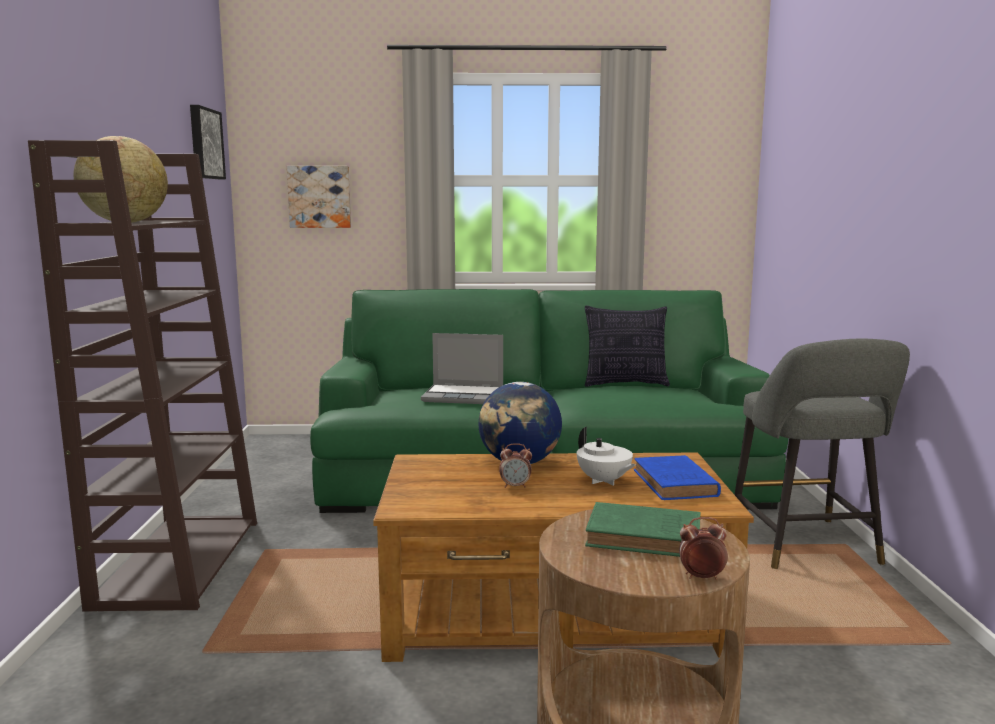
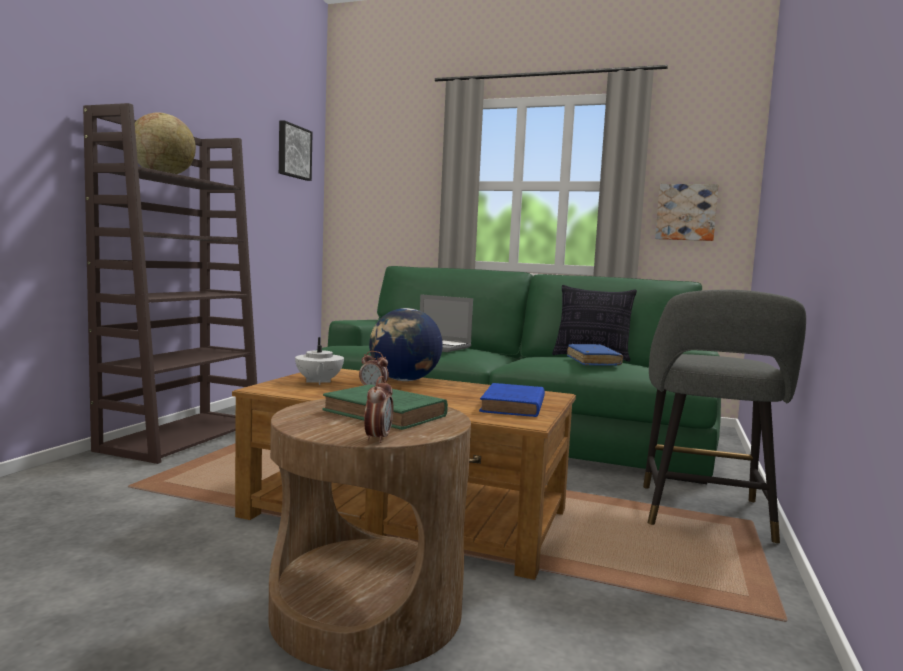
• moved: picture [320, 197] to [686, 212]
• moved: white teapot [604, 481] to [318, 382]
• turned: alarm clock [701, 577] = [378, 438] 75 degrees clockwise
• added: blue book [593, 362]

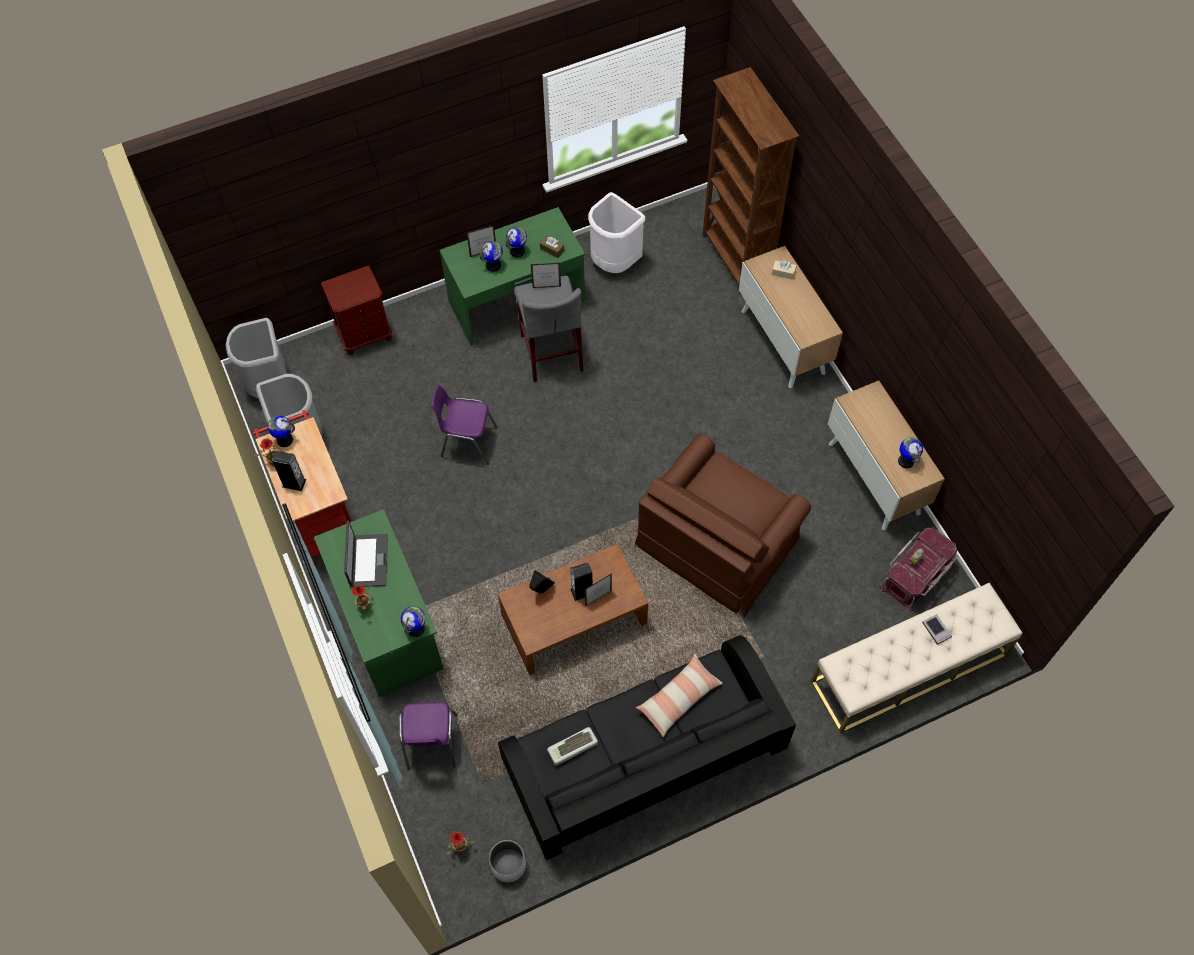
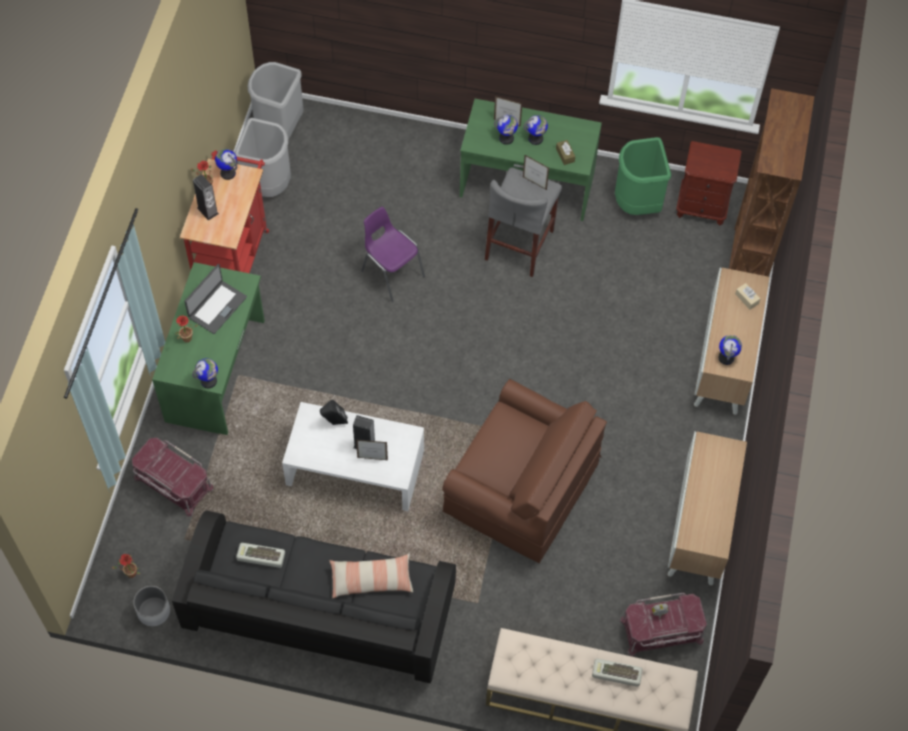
• recoloured: white trash can [614, 263] to green trash can [637, 203]
• moved: brown nightstand [365, 335] to [702, 207]
• turned: brown armchair [717, 541] = [521, 487] 135 degrees counterclockwise
• moved: globe [906, 461] to [726, 357]
• recoloured: brown coffee table [574, 620] to white coffee table [355, 468]
• replaced: book [936, 630] to keyboard [616, 674]
• replaced: purple chair [431, 743] to red storage box [172, 483]

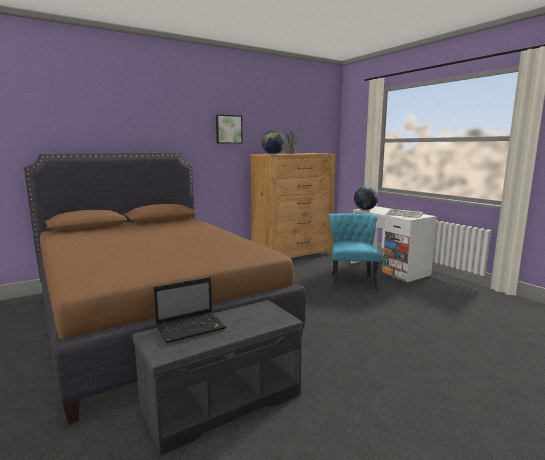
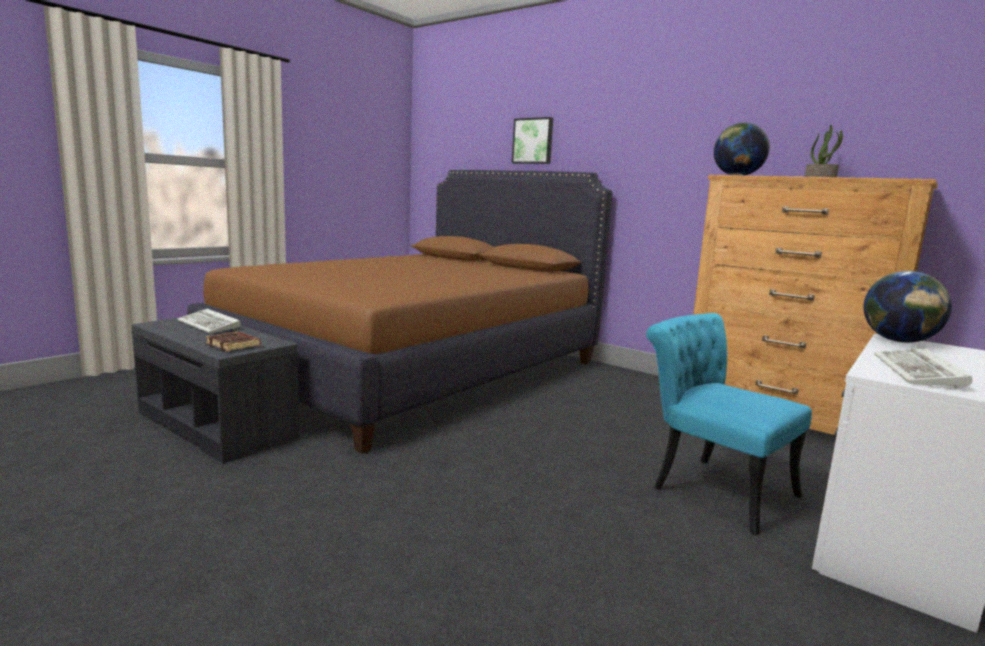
• moved: picture [228, 129] to [533, 141]
• turned: turquoise chair [352, 280] = [711, 487] 120 degrees counterclockwise
• replaced: laptop [192, 328] to keyboard [210, 325]
• added: brown book [234, 345]

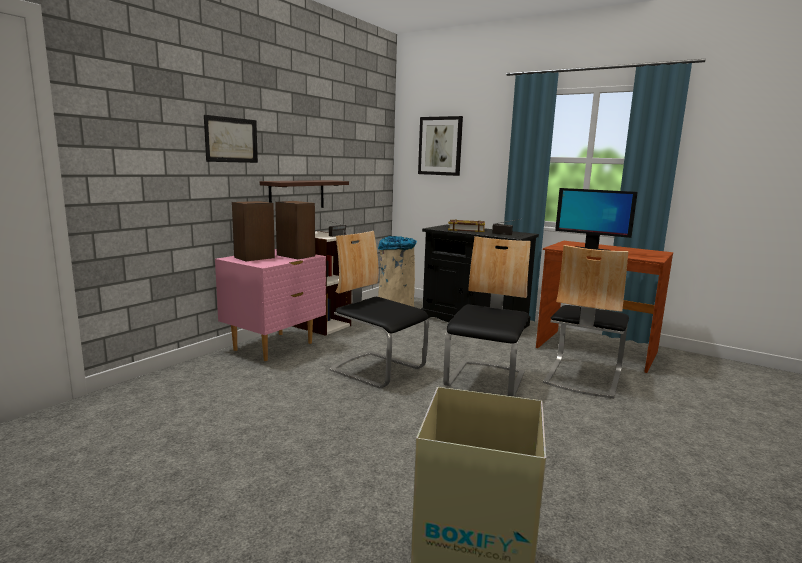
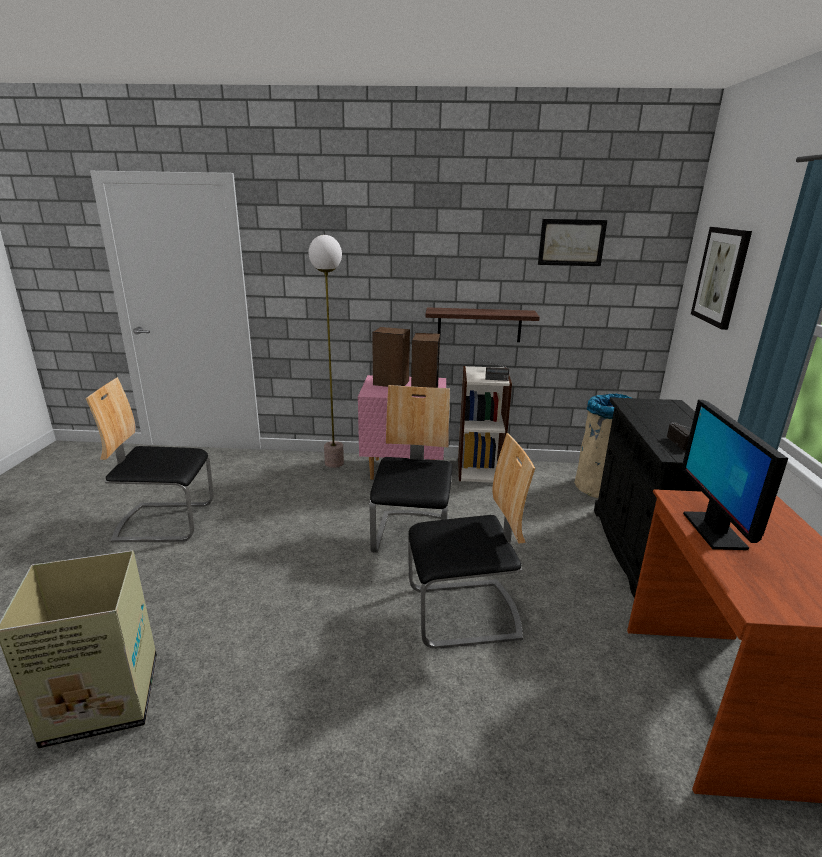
• moved: picture [231, 140] to [571, 242]
• removed: book [466, 229]
• moved: chair [582, 377] to [165, 521]
• added: floor lamp [334, 463]

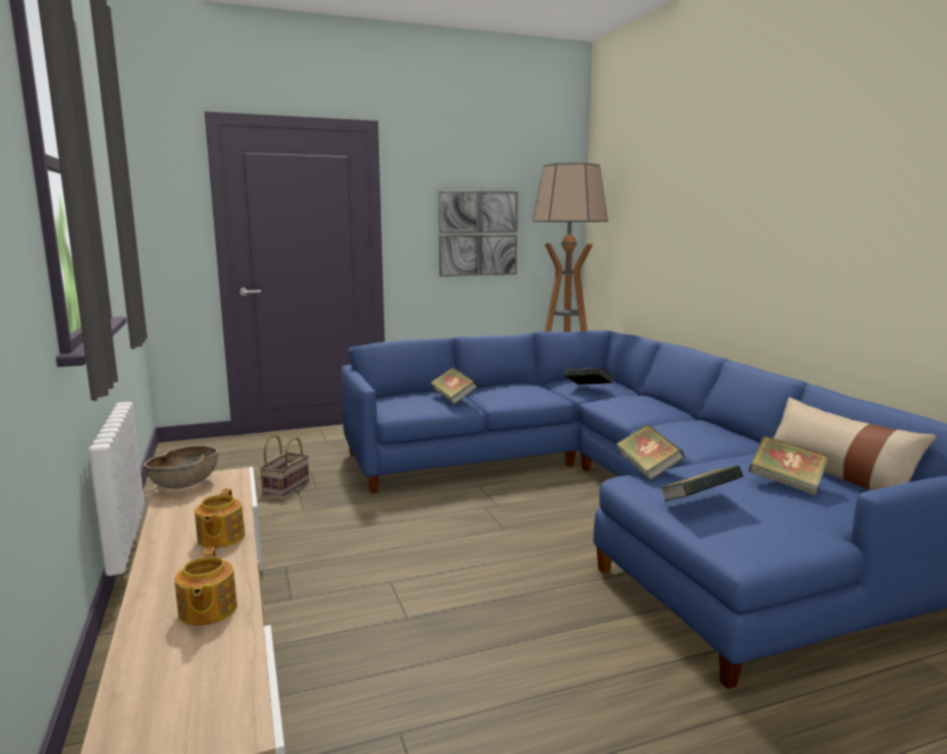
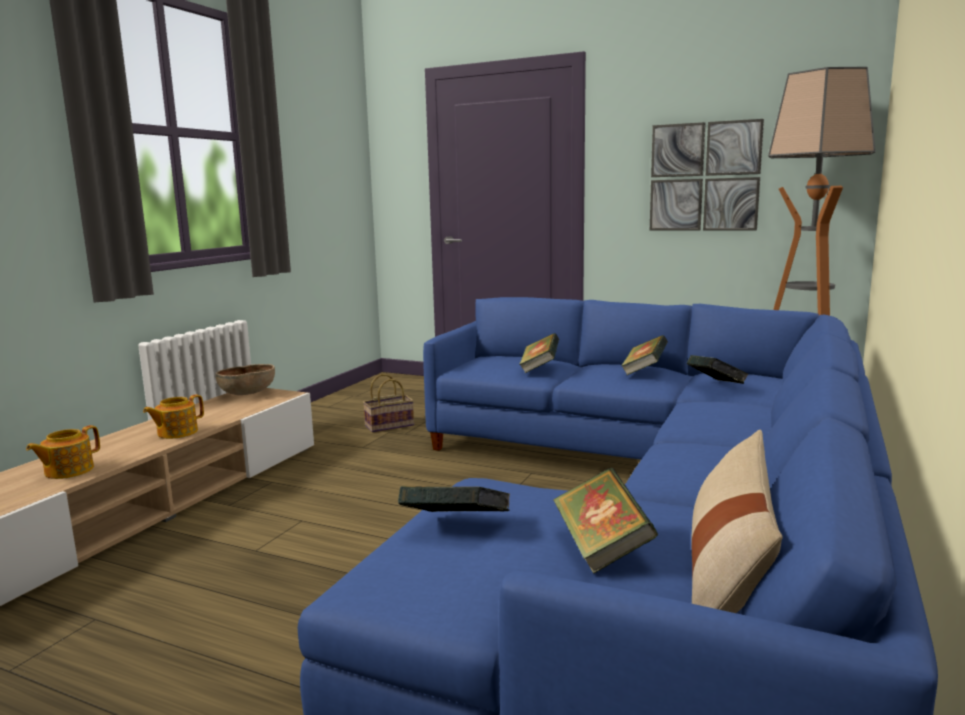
• moved: book [647, 469] to [644, 371]

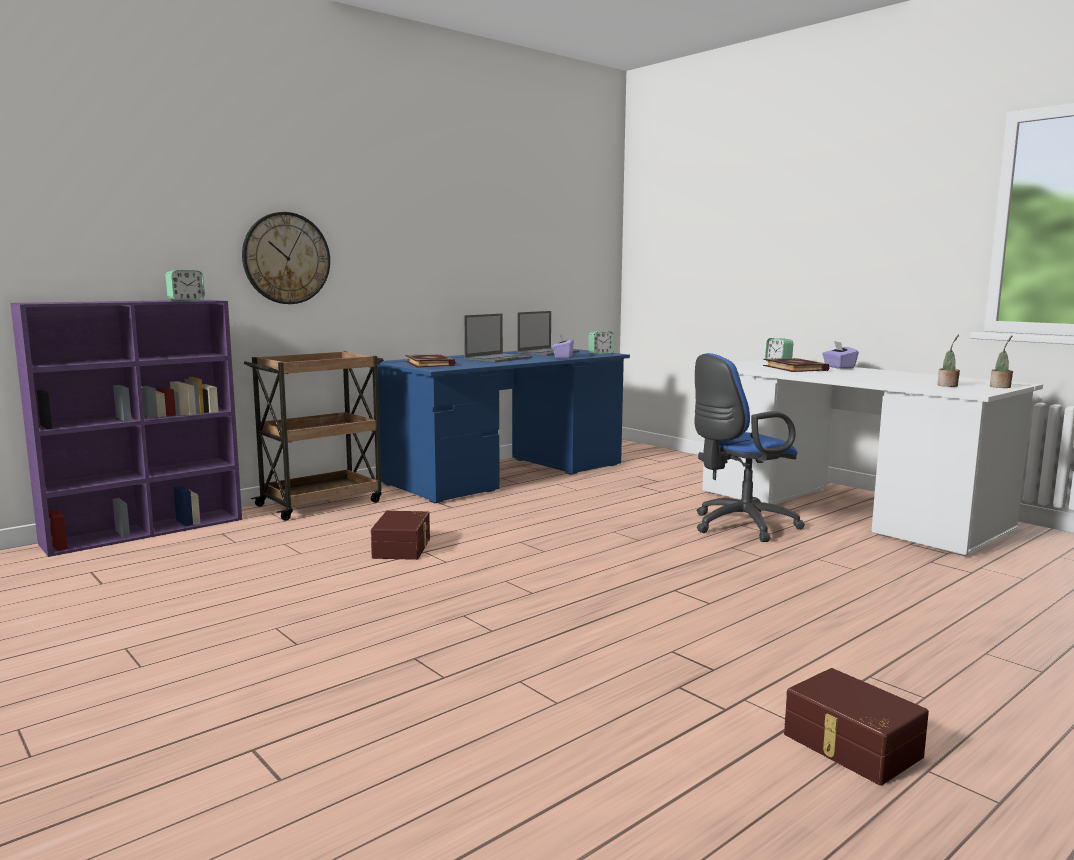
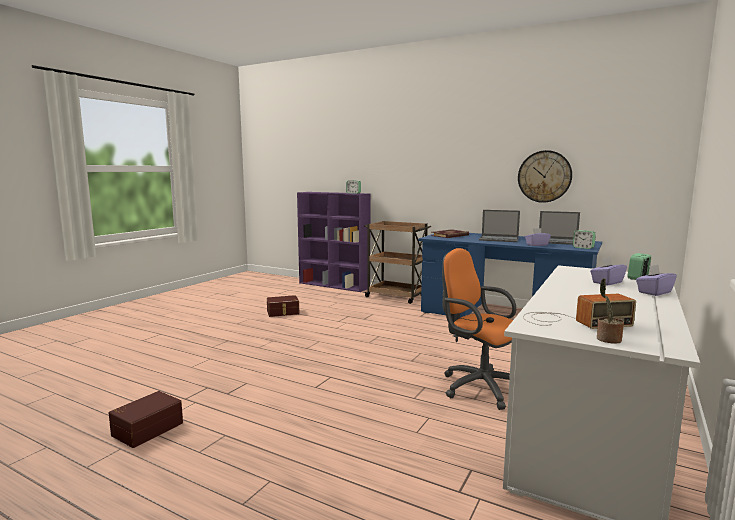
• moved: wall clock [286, 258] to [544, 176]
• replaced: potted plant [948, 385] to radio [570, 321]
• recoloured: blue office chair [739, 526] to orange office chair [478, 387]
• replaced: book [796, 368] to purple tissue box [606, 282]
• moved: brown storage box [403, 548] to [283, 312]

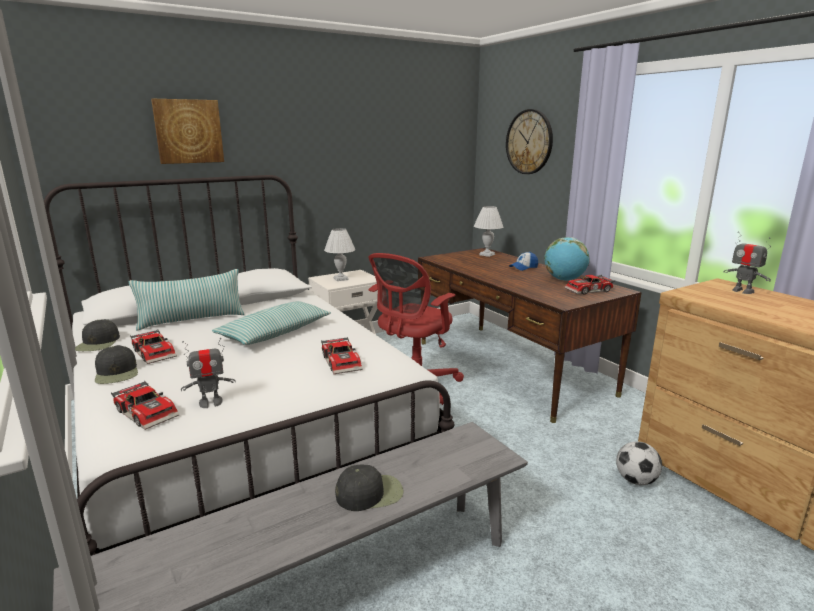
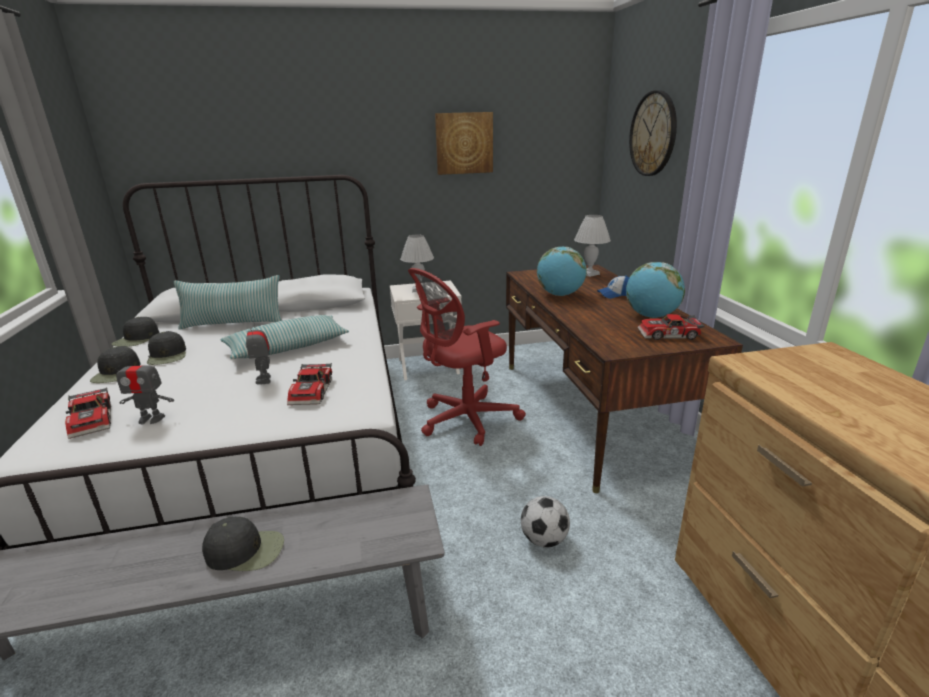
• moved: picture [188, 131] to [464, 143]
• moved: toy robot [742, 291] to [264, 379]
• replaced: toy car [156, 353] to black cap [168, 355]
• moved: football [635, 480] to [544, 540]
• added: globe [560, 295]

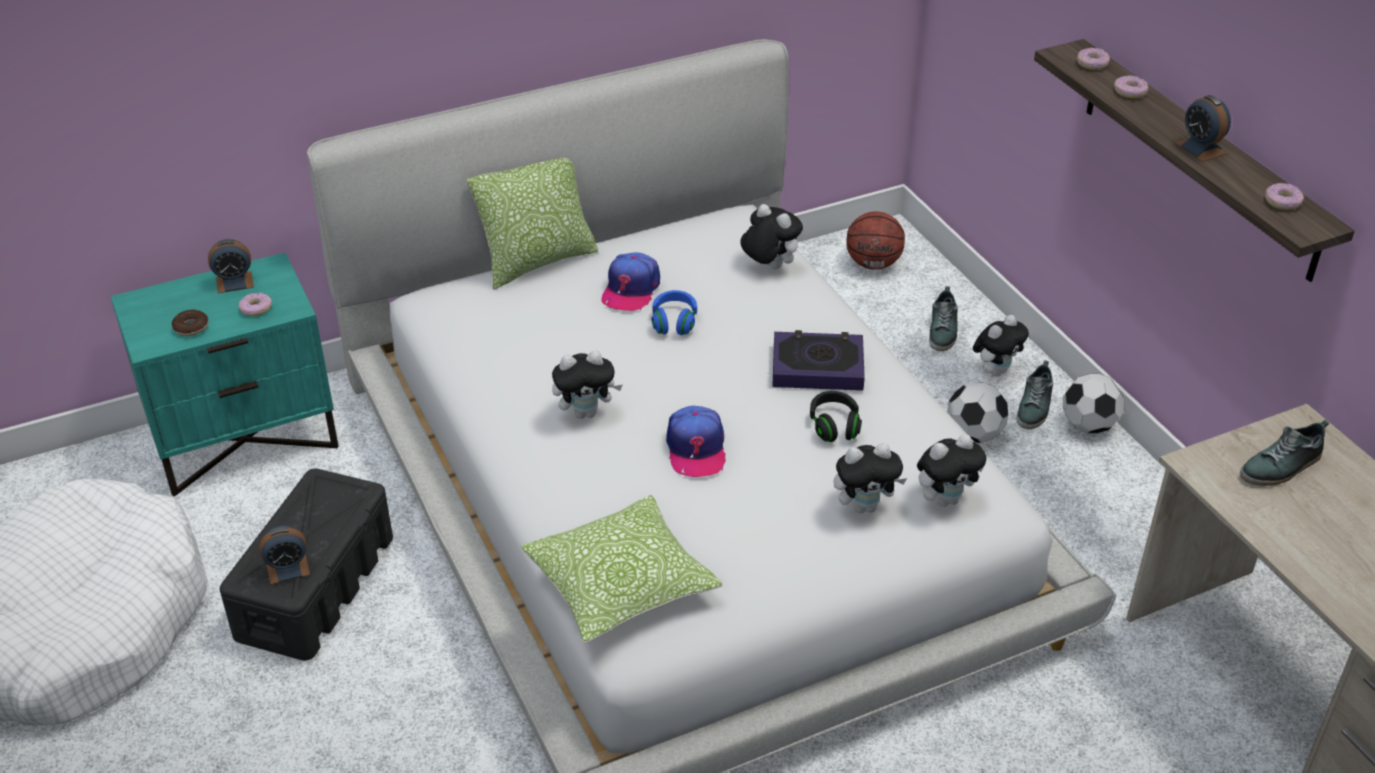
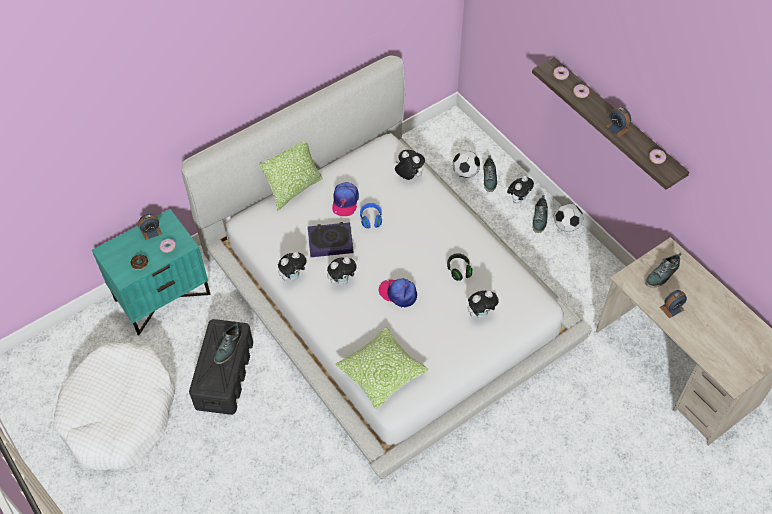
• removed: basketball [873, 264]
• moved: book [817, 367] to [330, 242]
• moved: football [974, 435] to [465, 173]
• turned: cap [696, 449] = [398, 293] 135 degrees clockwise
• moved: plush toy [945, 499] to [293, 275]
• moved: alarm clock [288, 569] to [671, 308]
• added: shoe [229, 347]

